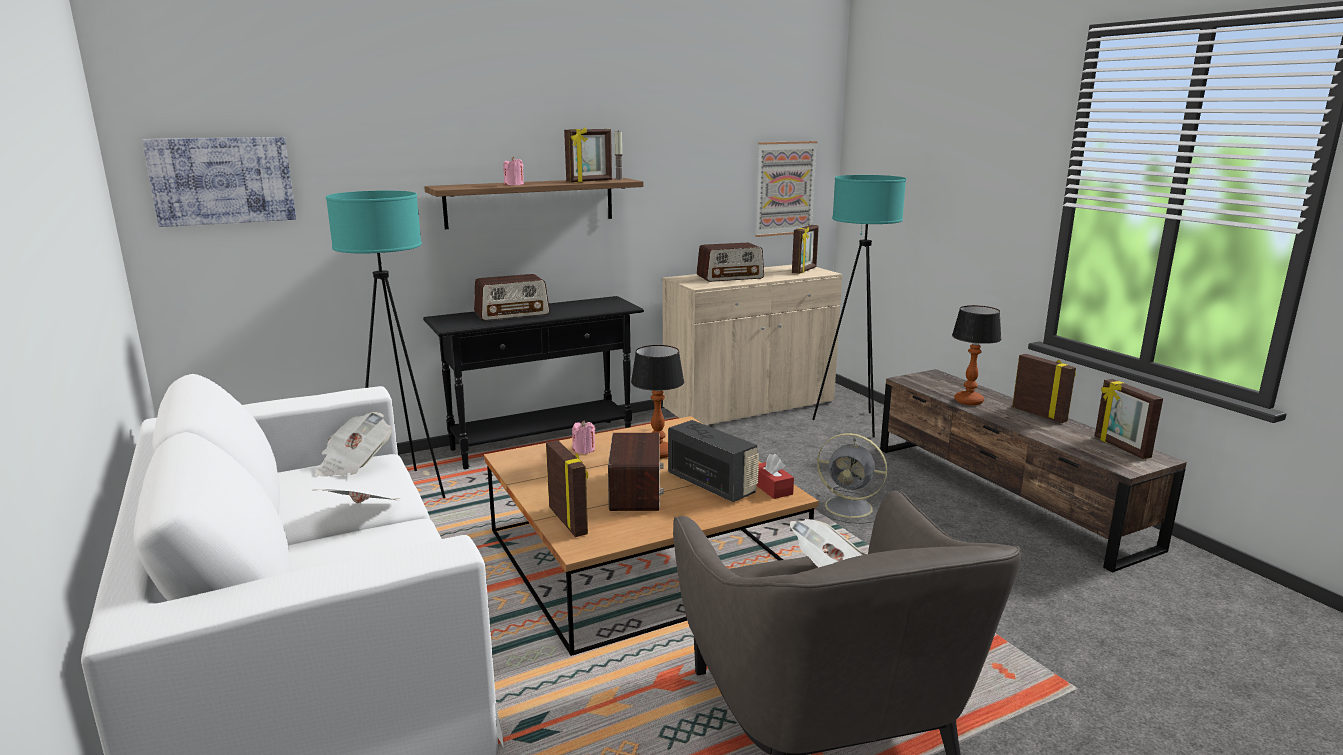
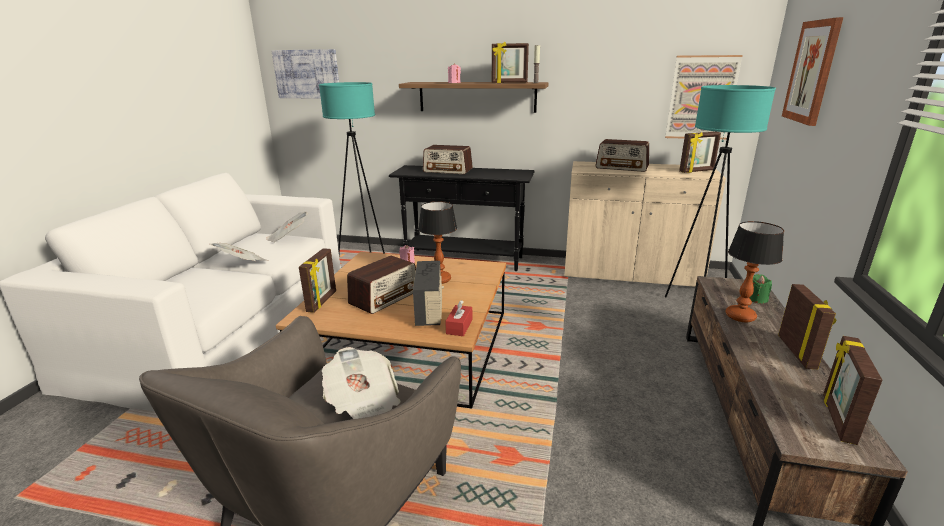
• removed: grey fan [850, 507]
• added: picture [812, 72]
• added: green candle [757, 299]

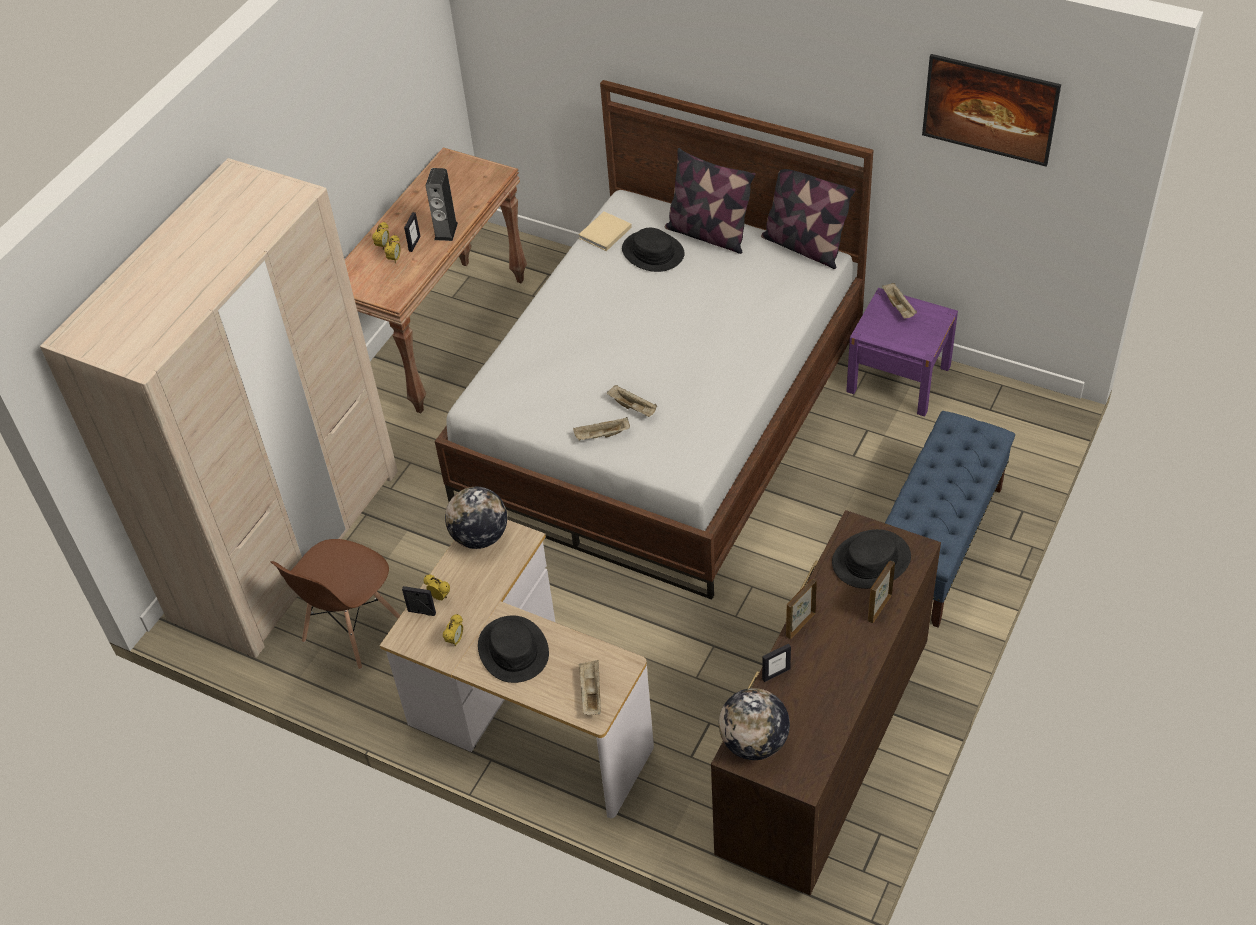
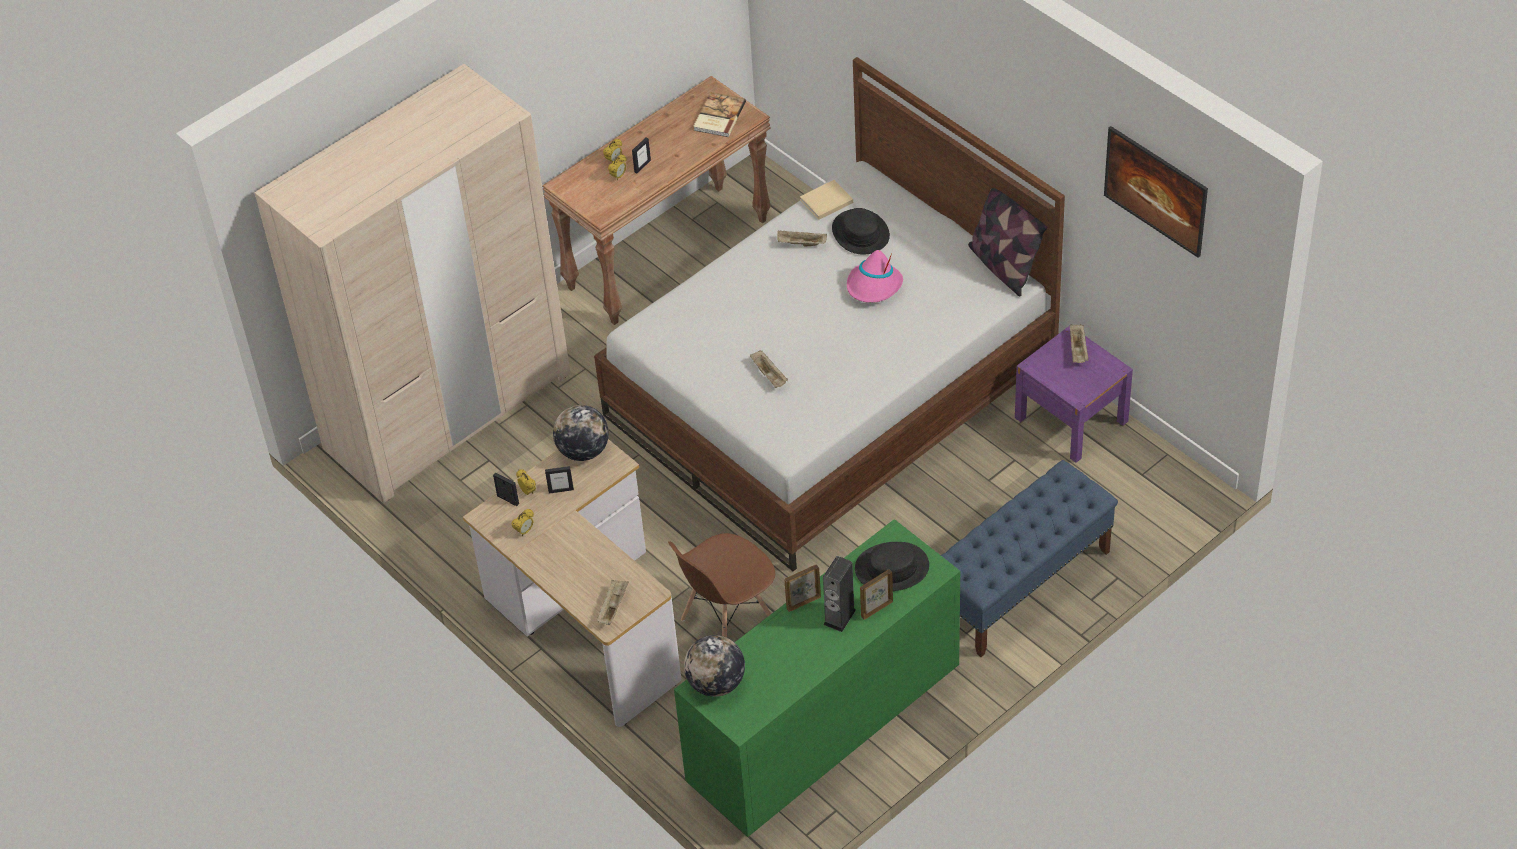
• removed: pillow [708, 234]
• moved: speaker [446, 231] to [839, 617]
• moved: beige tray [601, 436] to [801, 244]
• recoloured: brown dresser [822, 752] to green dresser [822, 730]
• moved: brown chair [351, 630] to [727, 623]
• removed: black hat [513, 650]
• moved: picture frame [776, 673] to [561, 490]
• added: book [718, 116]
• added: pink hat [874, 286]

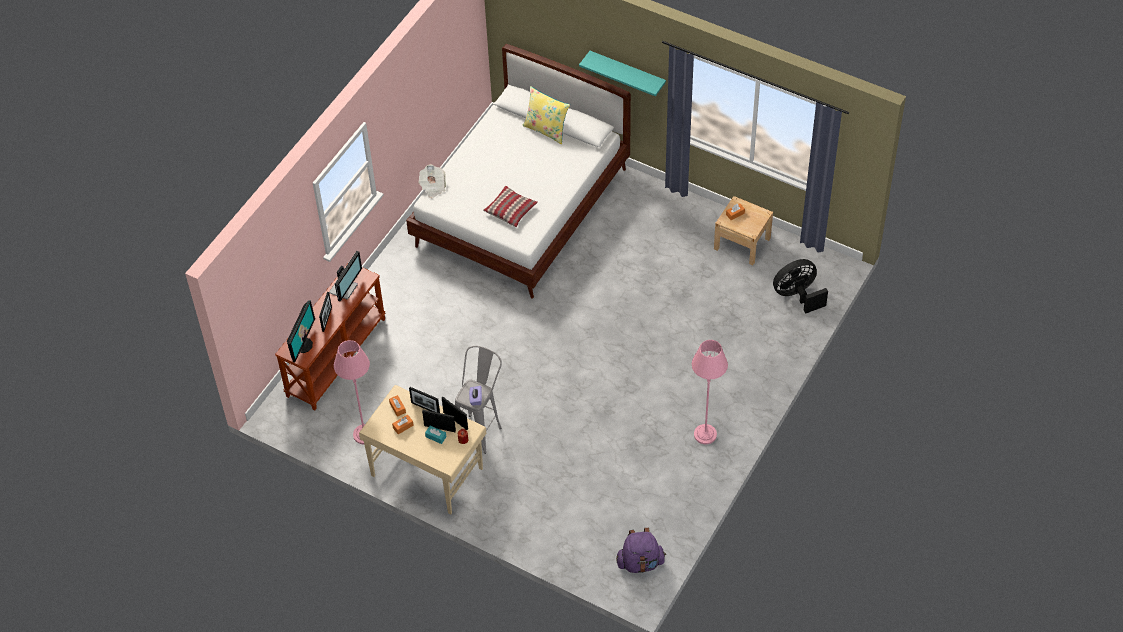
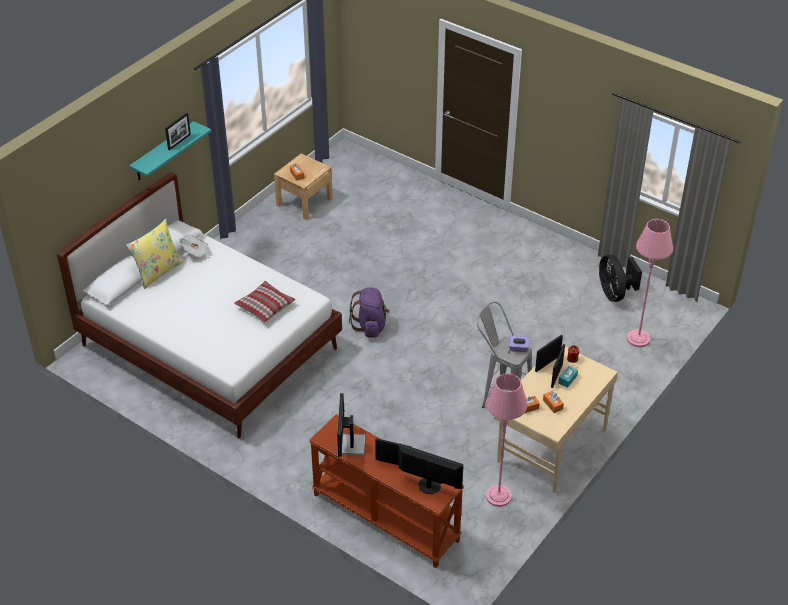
• moved: newspaper [433, 186] to [197, 253]
• turned: monitor [344, 288] = [350, 445] 120 degrees counterclockwise
• moved: black fan [797, 296] to [614, 293]
• moved: pink floor lamp [705, 434] to [638, 339]
• moved: picture frame [425, 408] to [179, 142]
• moved: purple backpack [640, 563] to [370, 326]

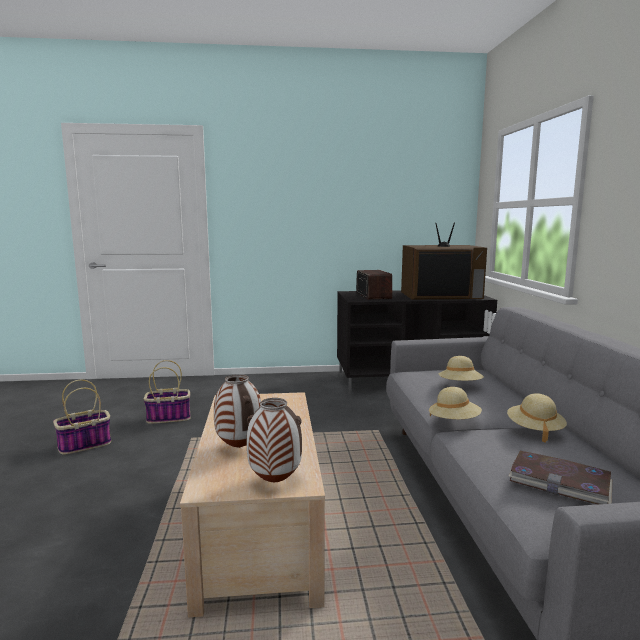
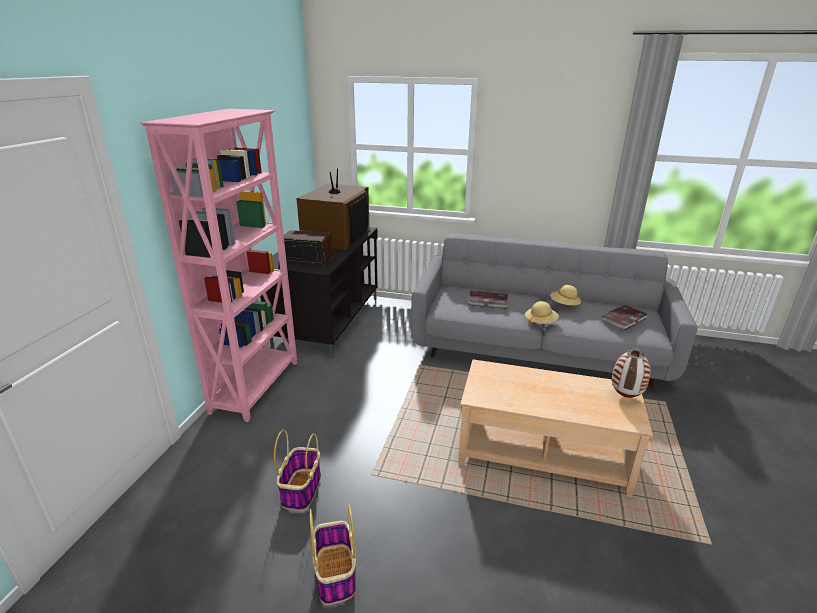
• replaced: beige hat [460, 385] to book [488, 301]
• removed: vase [240, 447]
• added: pink bookcase [257, 386]

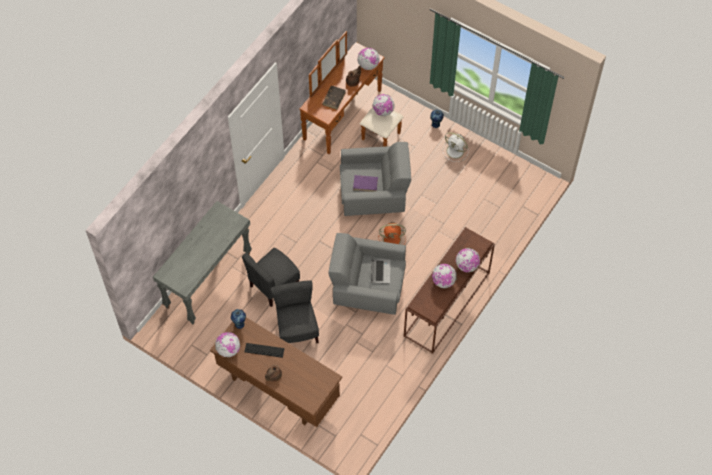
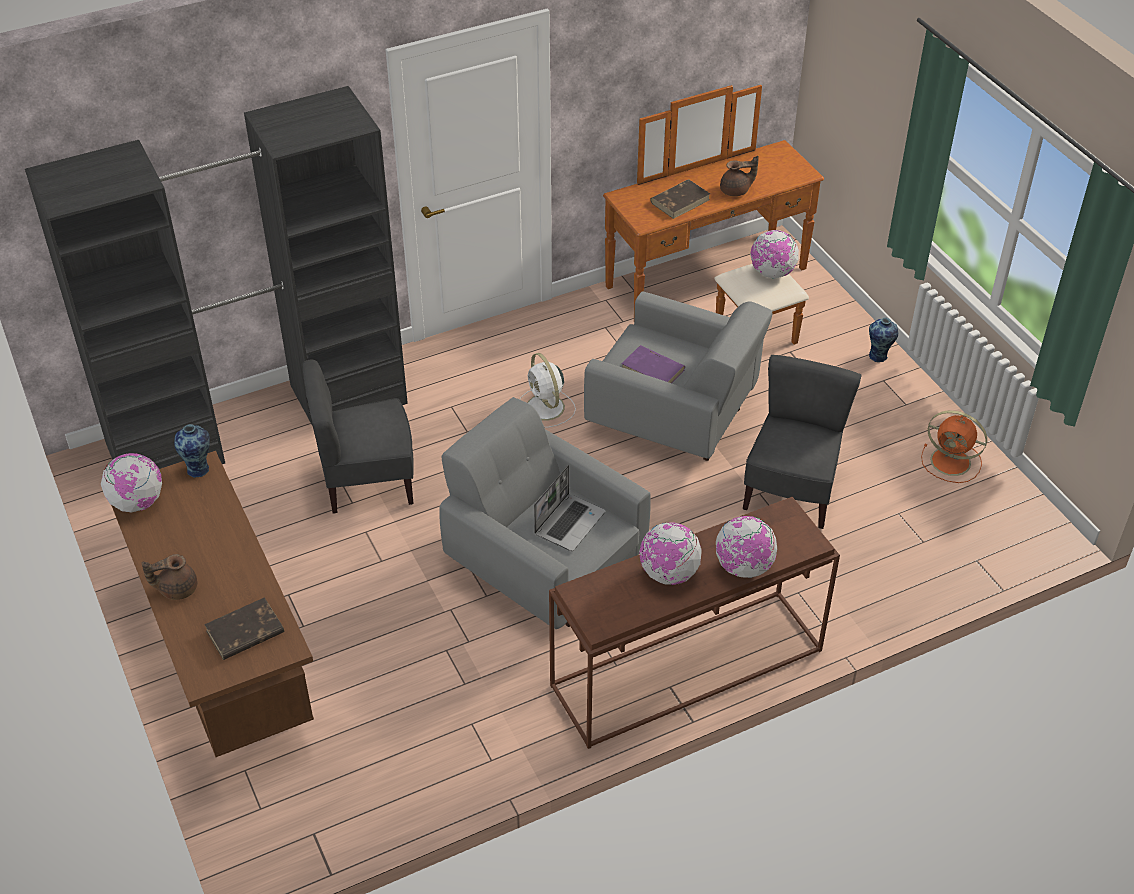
• removed: globe [368, 65]
• moved: white fan [455, 151] to [546, 408]
• replaced: grey console table [208, 280] to black wardrobe [260, 423]
• moved: orange fan [393, 239] to [952, 462]
• moved: grey chair [297, 330] to [791, 491]
• removed: keyboard [264, 350]
• added: brown book [244, 632]

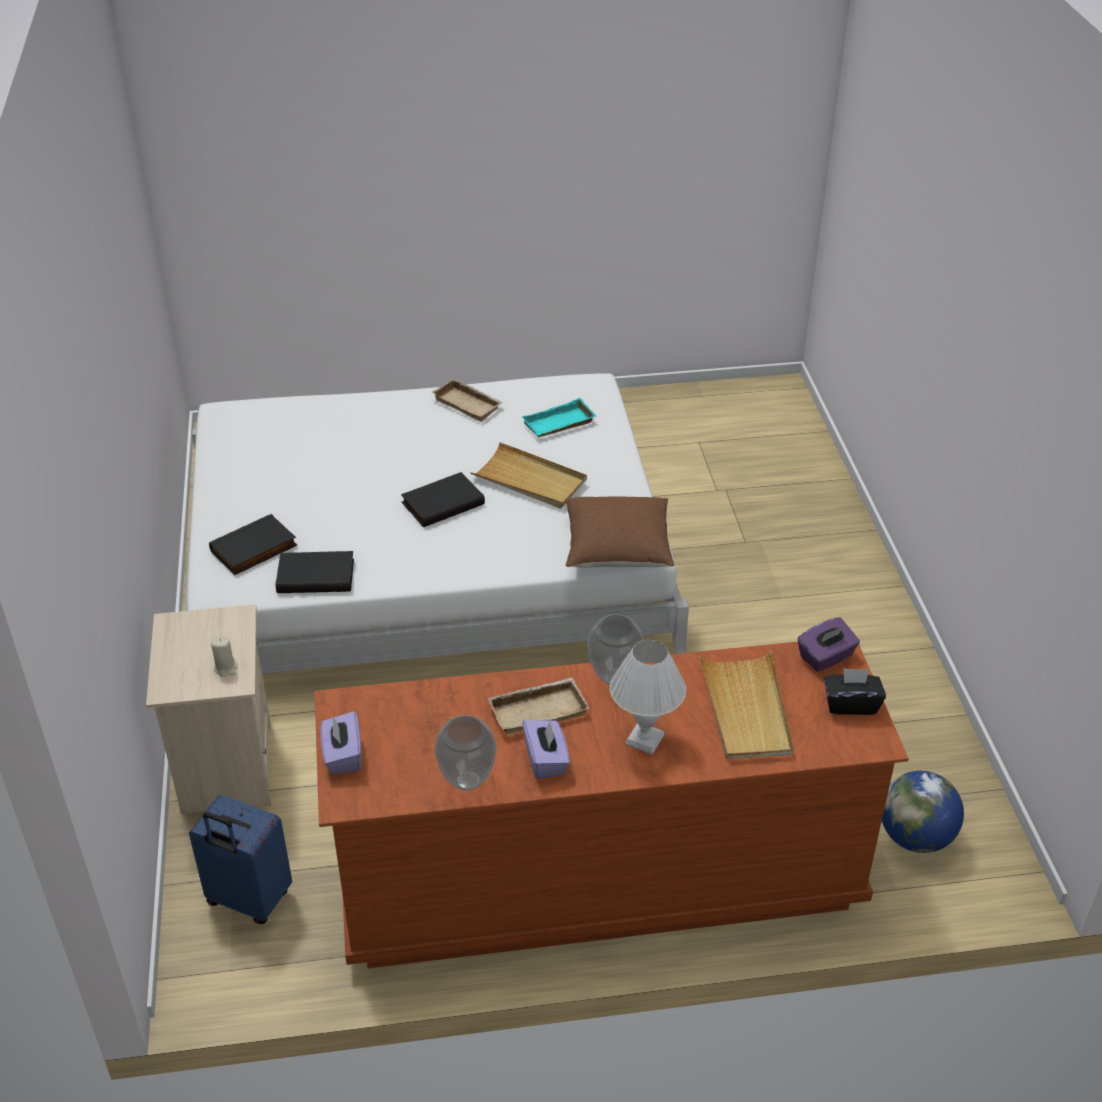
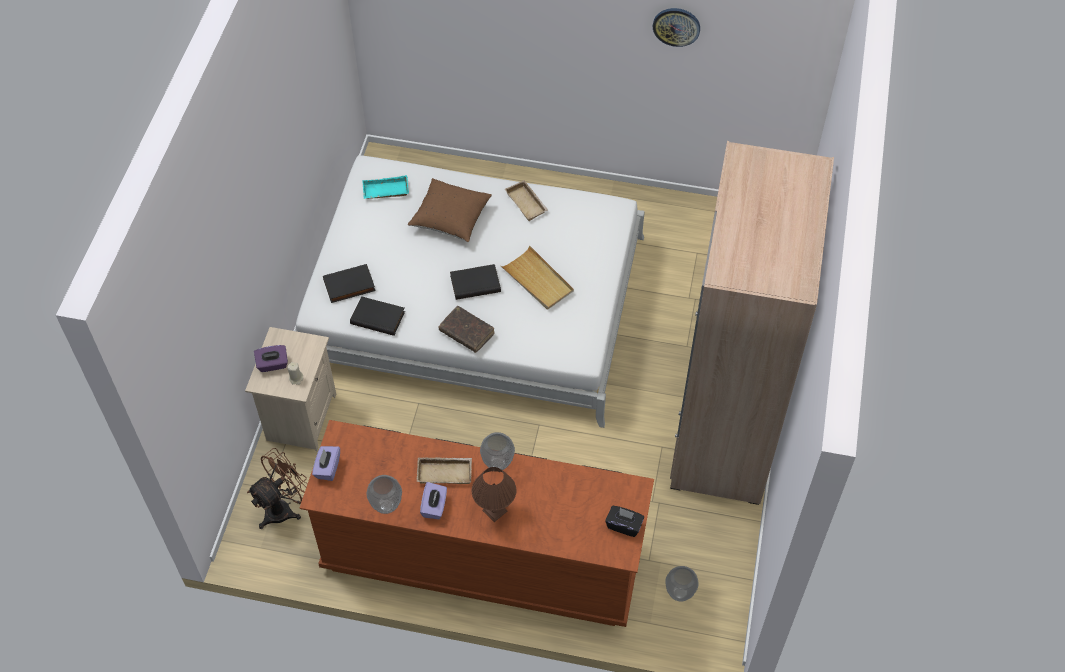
• moved: turquoise tray [559, 425] to [385, 191]
• moved: brown pillow [617, 549] to [450, 219]
• moved: purple tissue box [826, 657] to [273, 364]
• recoloured: white table lamp [643, 739] to brown table lamp [494, 510]
• removed: beige tray [746, 709]
• replaced: globe [915, 837] to vase [680, 593]
• replaced: blue suitcase [248, 900] to brown fan [284, 508]
• added: wall clock [676, 26]
• added: beige wardrobe [724, 429]
• added: brown book [466, 333]

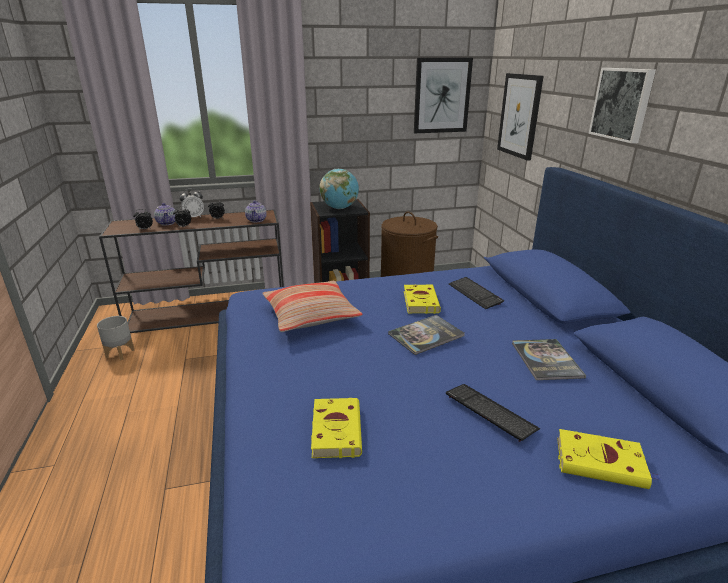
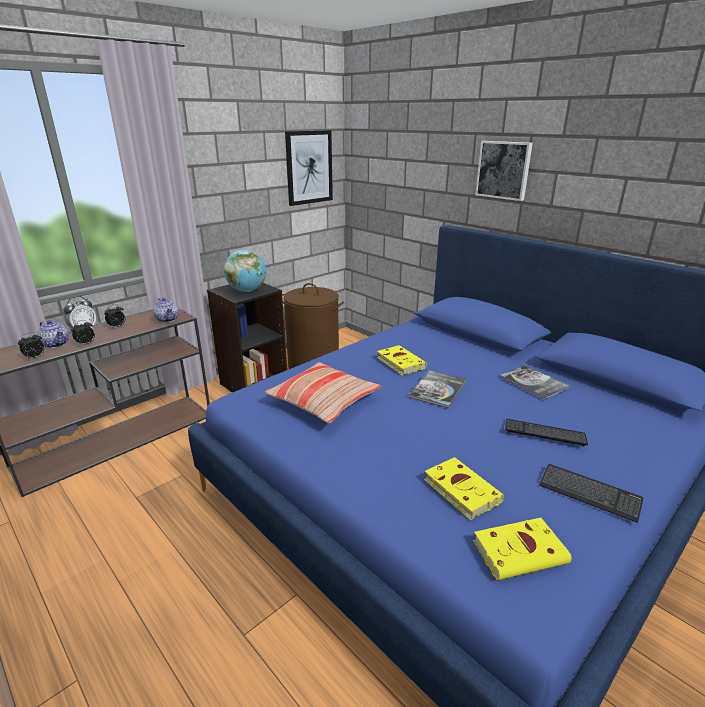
• removed: picture [520, 115]
• moved: keyboard [475, 294] to [589, 493]
• removed: grey planter [119, 353]
• moved: yellow book [602, 463] to [521, 552]

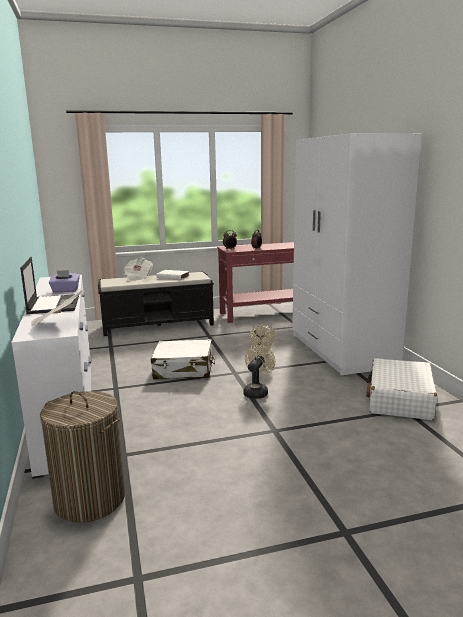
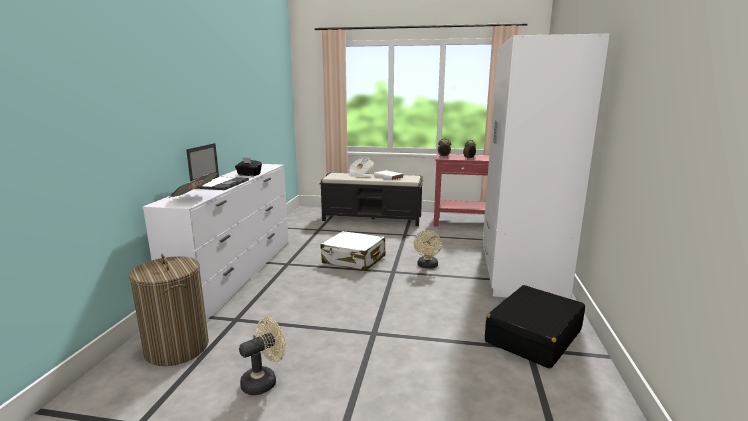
• recoloured: purple tissue box [65, 290] to black tissue box [249, 174]
• moved: beige fan [257, 391] to [264, 381]
• recoloured: white suitcase [399, 399] to black suitcase [533, 336]

